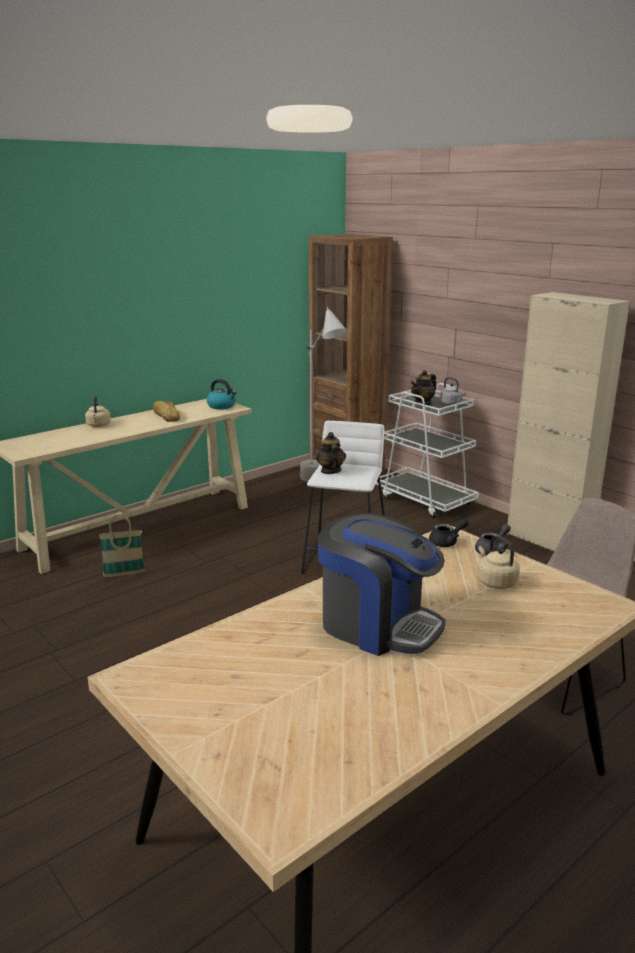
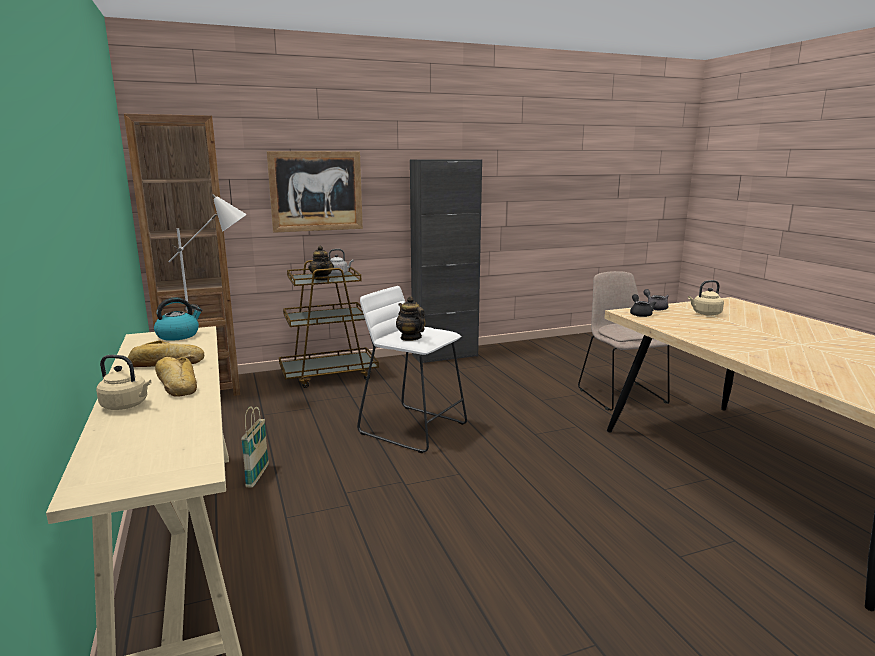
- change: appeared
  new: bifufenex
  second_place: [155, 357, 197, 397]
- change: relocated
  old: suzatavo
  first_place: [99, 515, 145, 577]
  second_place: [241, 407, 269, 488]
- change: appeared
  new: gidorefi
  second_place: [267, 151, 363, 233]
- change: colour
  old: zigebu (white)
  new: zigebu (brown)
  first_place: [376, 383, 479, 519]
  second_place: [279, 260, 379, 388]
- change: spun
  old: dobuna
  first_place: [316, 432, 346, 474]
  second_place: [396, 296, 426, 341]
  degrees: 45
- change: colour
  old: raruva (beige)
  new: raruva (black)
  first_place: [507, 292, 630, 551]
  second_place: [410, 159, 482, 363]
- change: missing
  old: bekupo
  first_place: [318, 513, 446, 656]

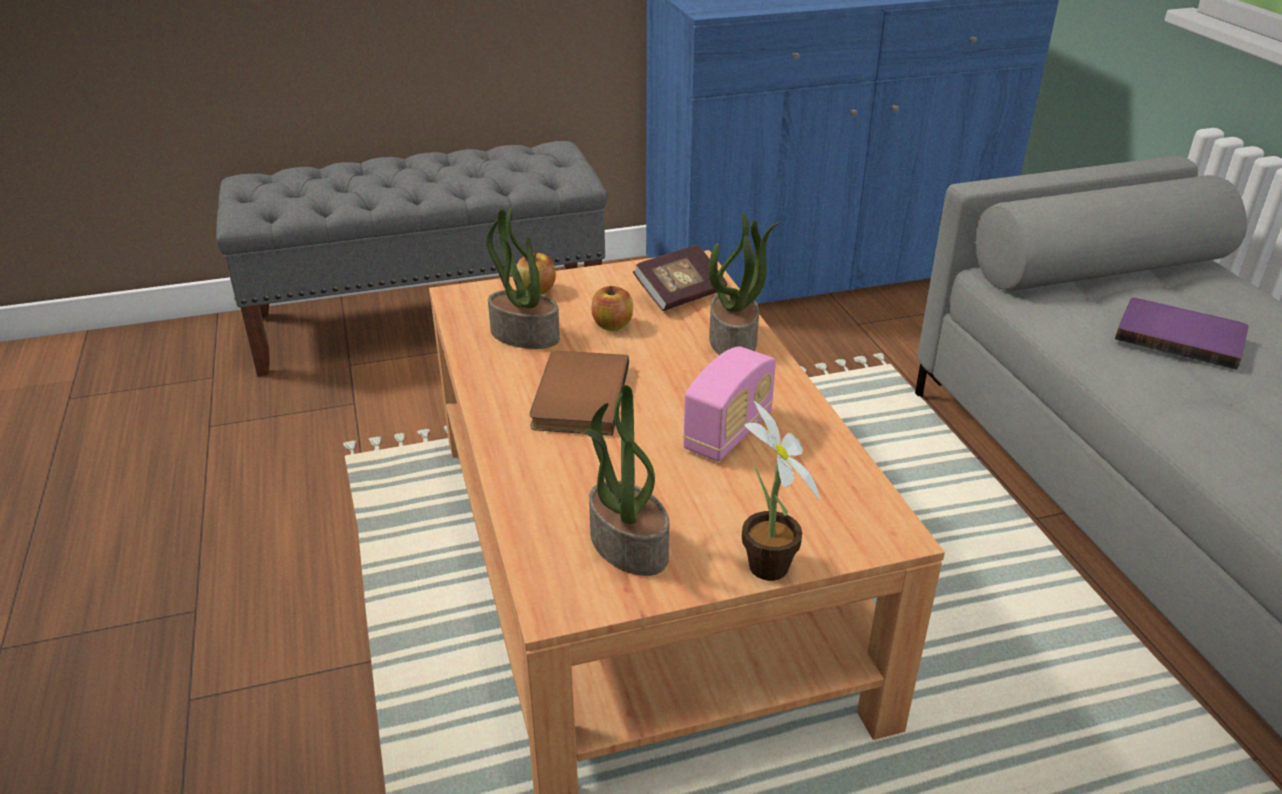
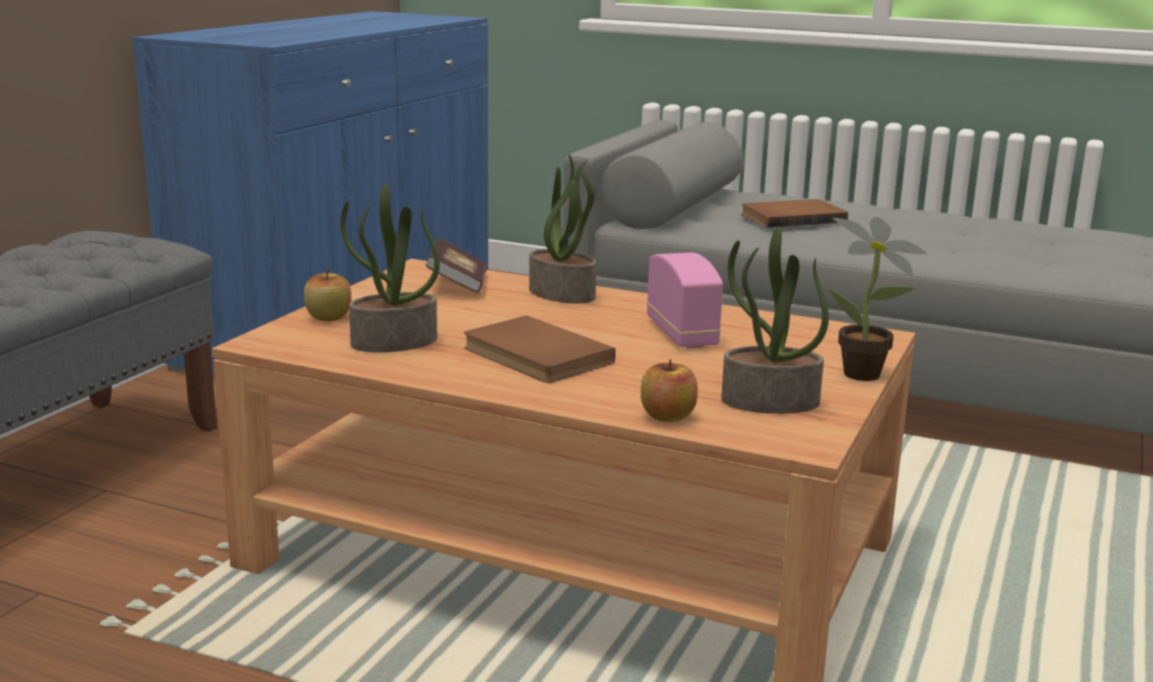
- change: relocated
  old: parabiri
  first_place: [592, 286, 633, 331]
  second_place: [641, 359, 698, 422]
- change: colour
  old: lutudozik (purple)
  new: lutudozik (brown)
  first_place: [1115, 298, 1249, 370]
  second_place: [741, 199, 848, 228]

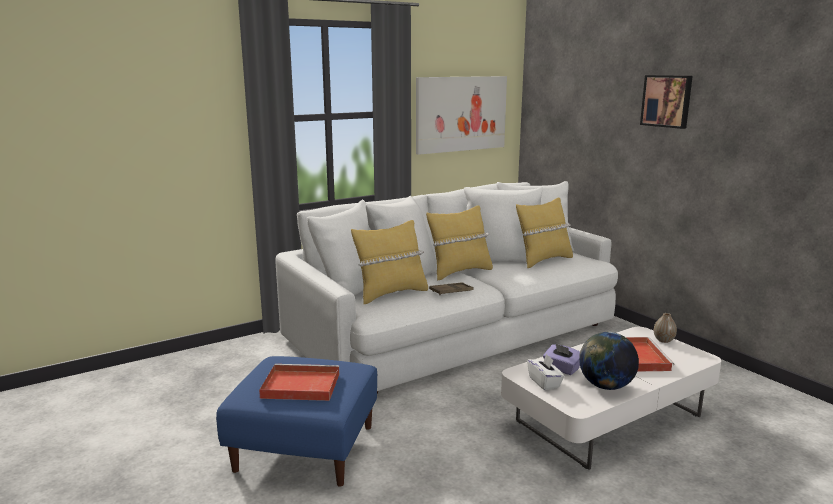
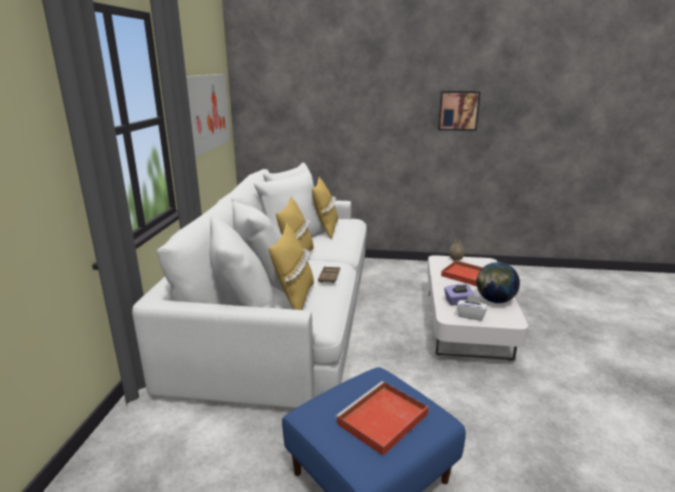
- change: relocated
  old: gidorefi
  first_place: [640, 75, 693, 129]
  second_place: [438, 91, 481, 131]

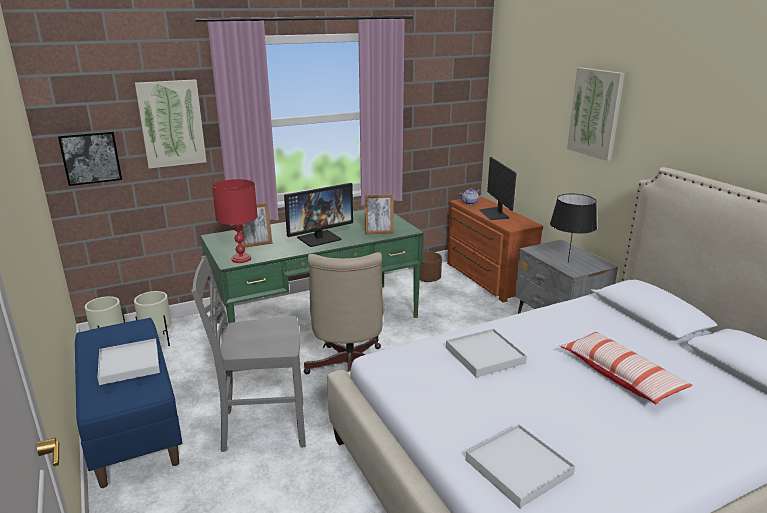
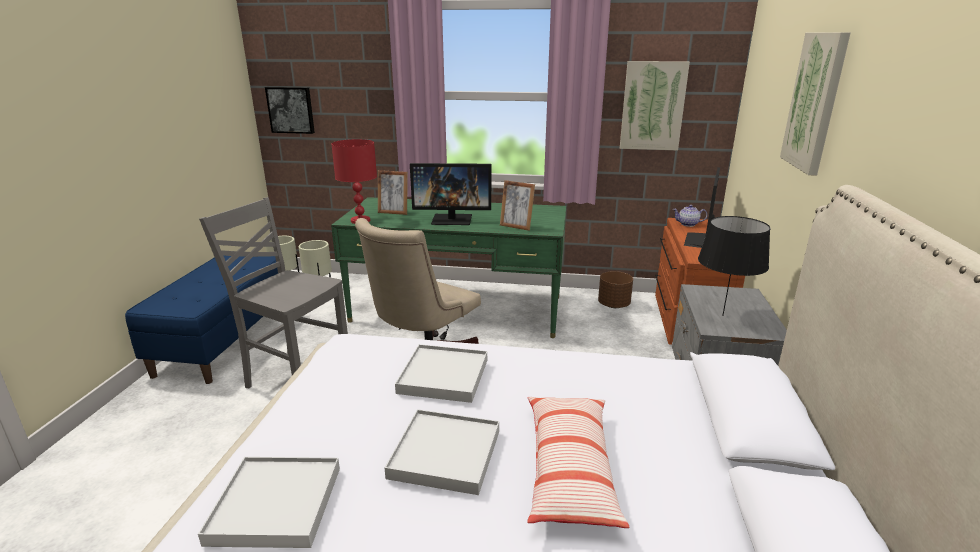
- change: relocated
  old: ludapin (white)
  first_place: [98, 338, 160, 385]
  second_place: [384, 409, 499, 495]
- change: relocated
  old: gidorefi
  first_place: [135, 79, 206, 169]
  second_place: [620, 61, 690, 150]

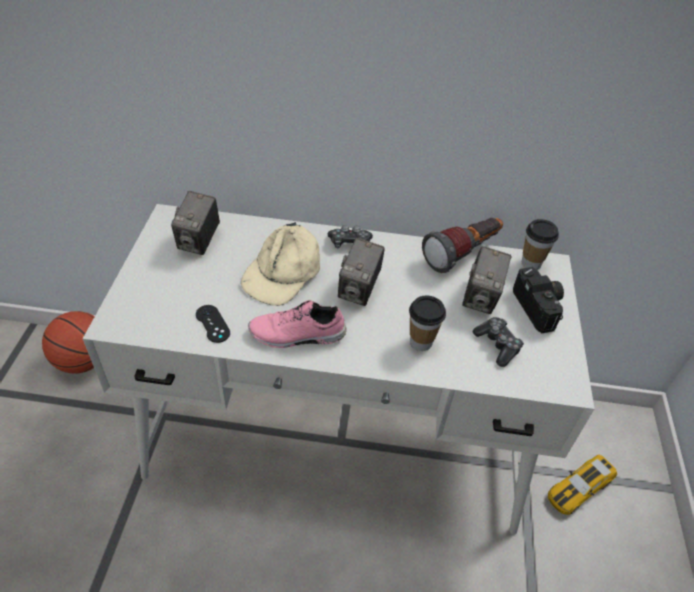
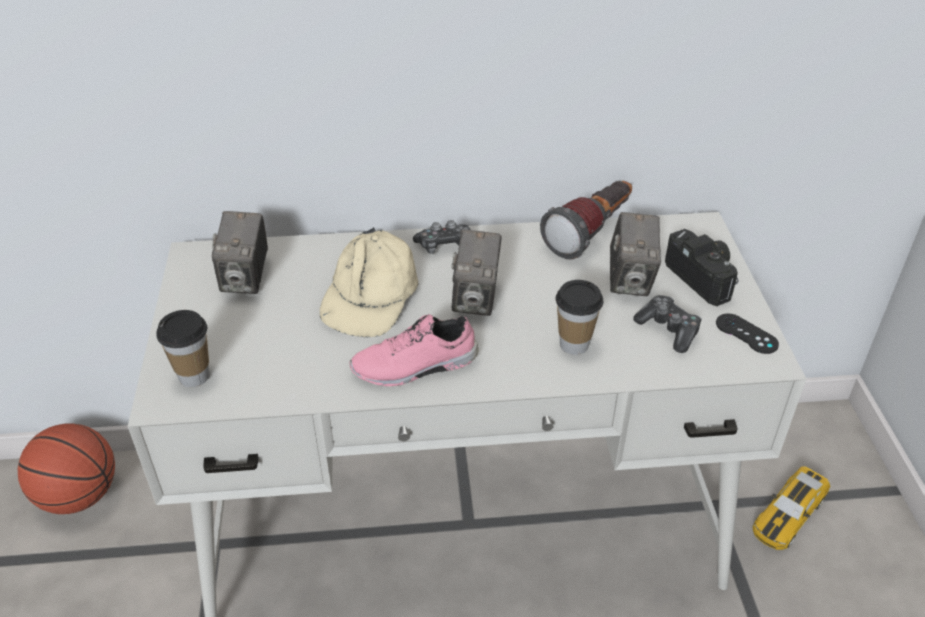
- change: relocated
  old: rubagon
  first_place: [522, 219, 559, 270]
  second_place: [156, 310, 210, 387]
- change: relocated
  old: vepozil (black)
  first_place: [196, 305, 230, 343]
  second_place: [716, 313, 779, 354]

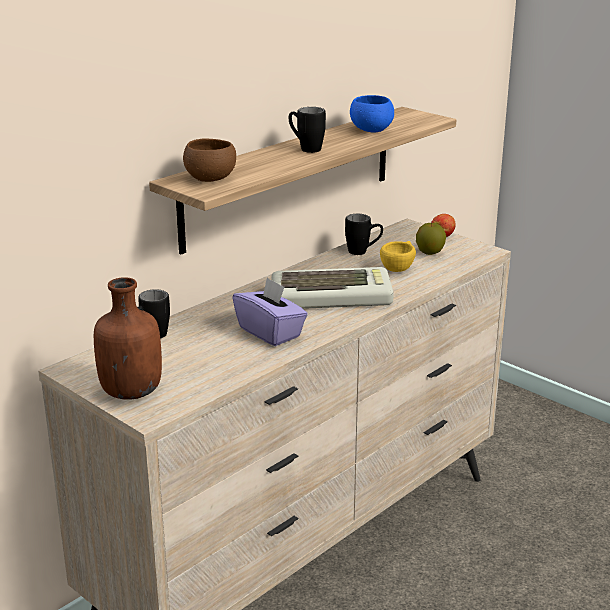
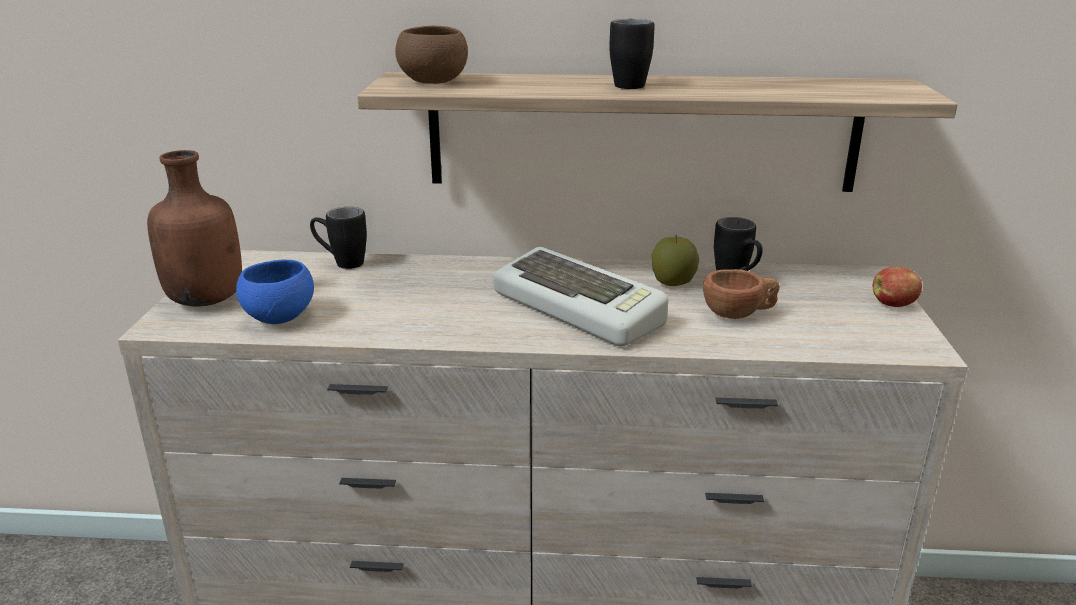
- change: relocated
  old: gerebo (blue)
  first_place: [350, 95, 394, 133]
  second_place: [236, 259, 314, 324]
- change: relocated
  old: parabiri
  first_place: [416, 222, 446, 255]
  second_place: [652, 234, 699, 286]
- change: colour
  old: rubagon (yellow)
  new: rubagon (brown)
  first_place: [380, 241, 416, 272]
  second_place: [703, 269, 780, 319]
- change: missing
  old: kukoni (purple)
  first_place: [232, 277, 308, 346]

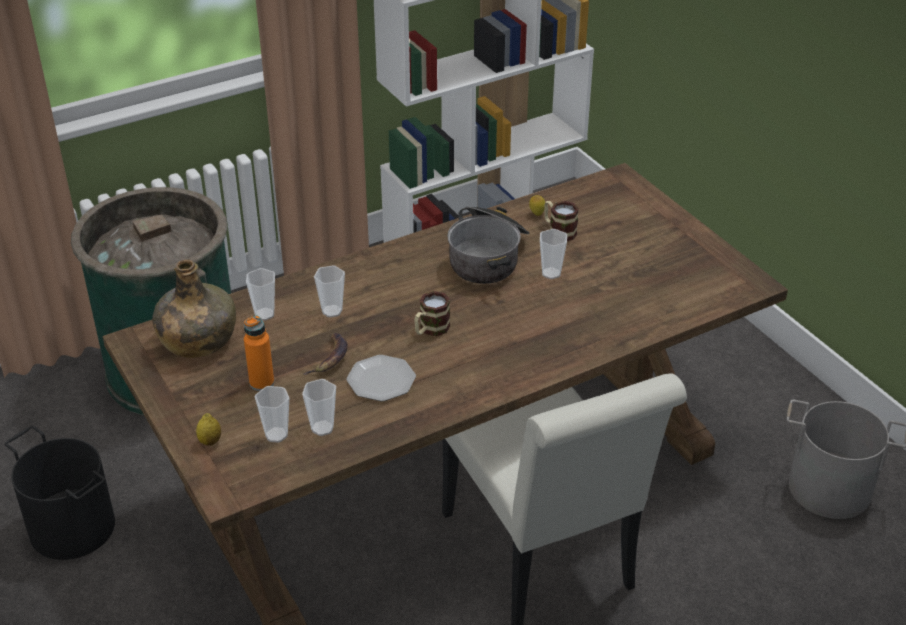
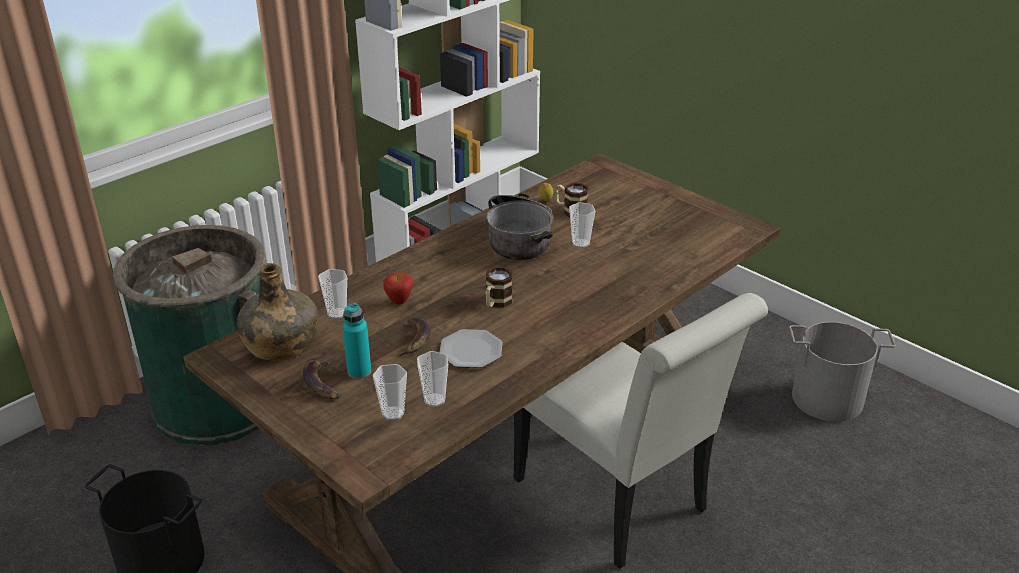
- change: appeared
  new: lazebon
  second_place: [303, 360, 340, 399]
- change: colour
  old: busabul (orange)
  new: busabul (turquoise)
  first_place: [244, 315, 274, 391]
  second_place: [342, 303, 371, 379]
- change: exchanged
  old: rubagon
  new: parabiri
  first_place: [314, 265, 345, 318]
  second_place: [383, 272, 413, 305]
- change: missing
  old: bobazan
  first_place: [196, 413, 221, 446]

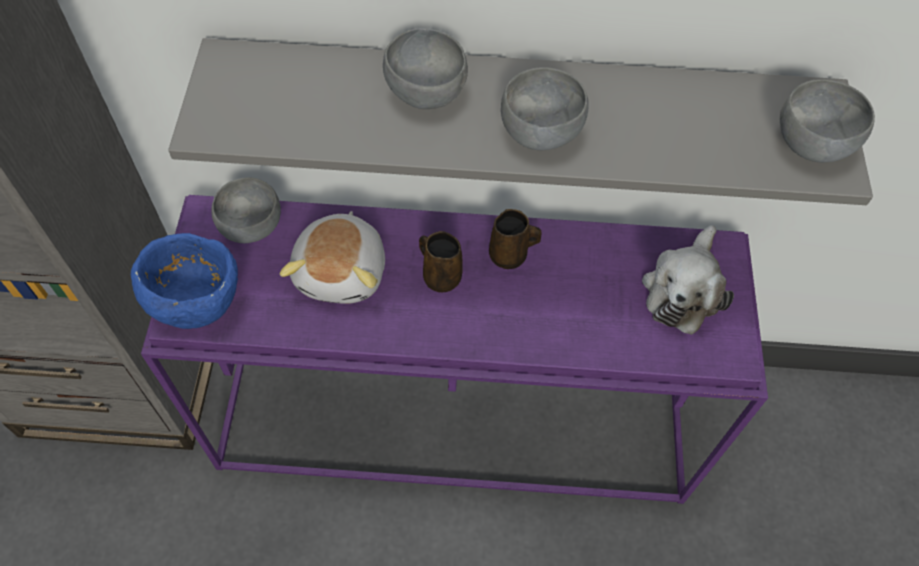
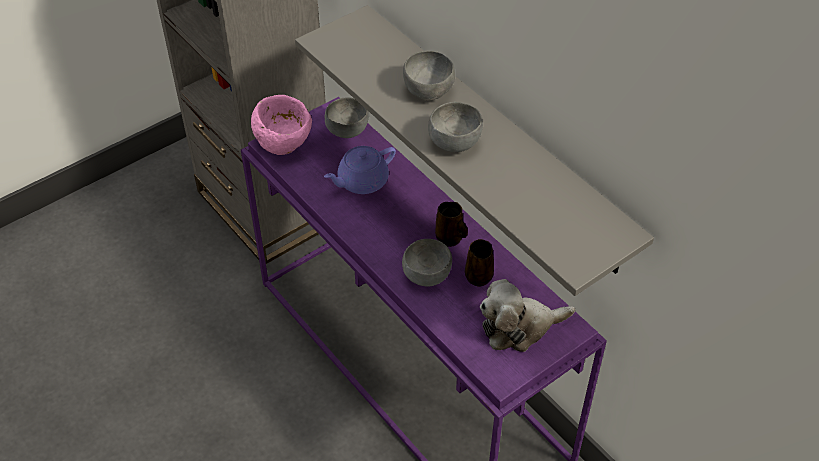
- change: colour
  old: gerebo (blue)
  new: gerebo (pink)
  first_place: [131, 233, 238, 329]
  second_place: [251, 95, 312, 155]
- change: exchanged
  old: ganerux
  new: dobuna (purple)
  first_place: [280, 211, 385, 304]
  second_place: [324, 146, 396, 194]
- change: relocated
  old: gerebo (grey)
  first_place: [780, 79, 875, 162]
  second_place: [402, 239, 452, 286]
- change: relocated
  old: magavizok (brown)
  first_place: [419, 231, 463, 293]
  second_place: [465, 239, 494, 287]

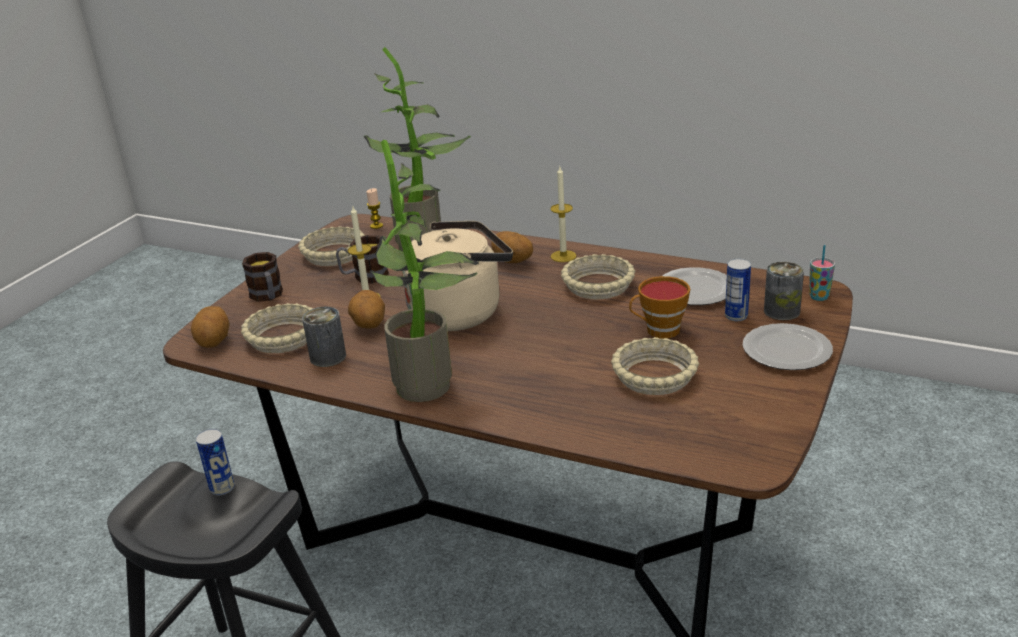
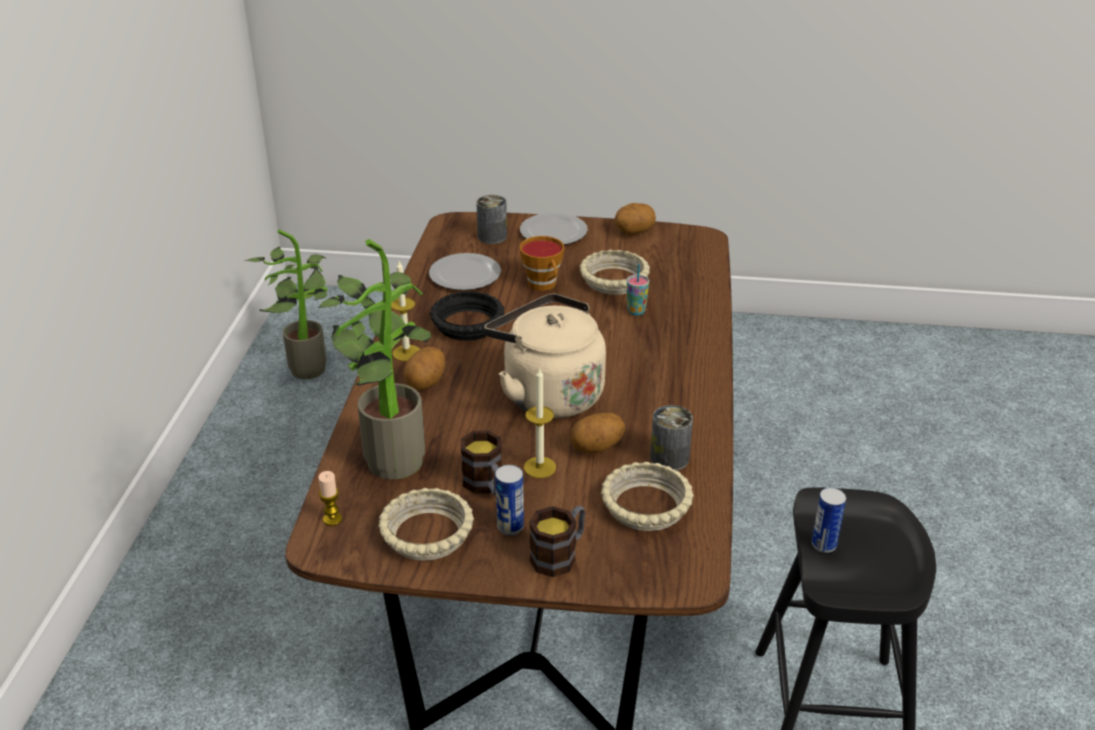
- change: relocated
  old: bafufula
  first_place: [369, 140, 479, 402]
  second_place: [244, 229, 328, 379]
- change: colour
  old: gerebo (beige)
  new: gerebo (black)
  first_place: [561, 254, 635, 299]
  second_place: [430, 291, 505, 341]
- change: relocated
  old: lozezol
  first_place: [725, 259, 751, 321]
  second_place: [495, 465, 524, 535]
- change: relocated
  old: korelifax
  first_place: [191, 306, 230, 348]
  second_place: [614, 203, 656, 235]
- change: relocated
  old: rubagon
  first_place: [809, 245, 835, 301]
  second_place: [627, 264, 649, 315]

